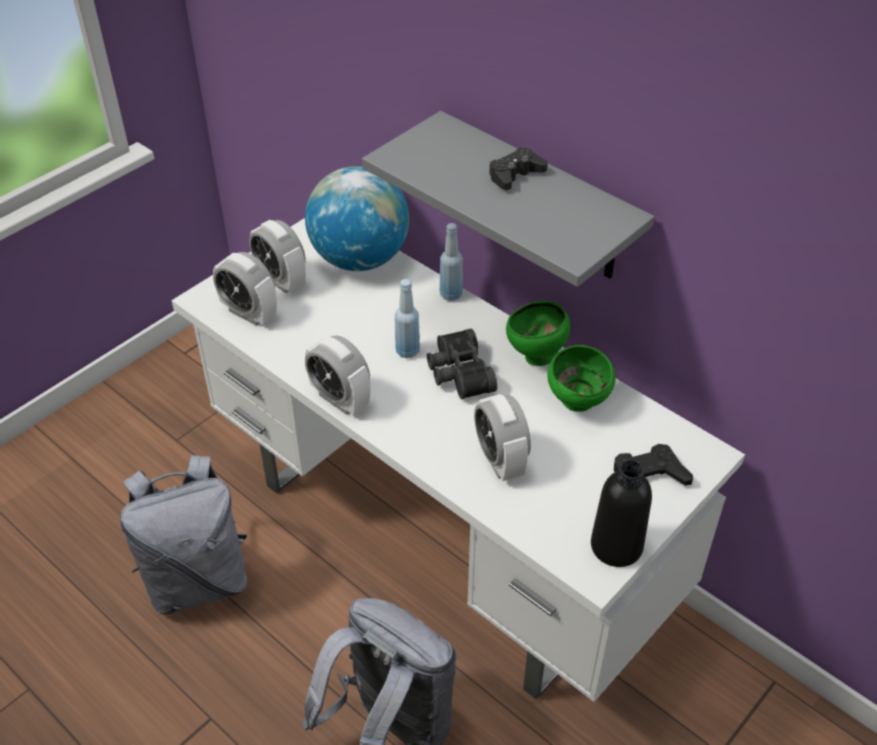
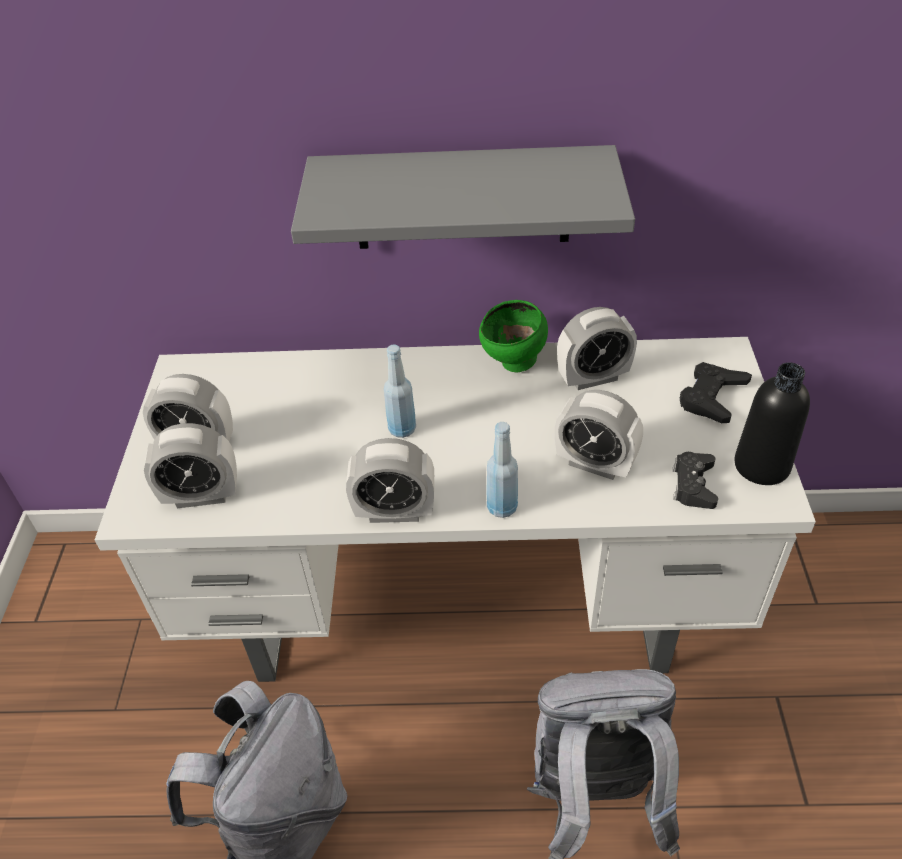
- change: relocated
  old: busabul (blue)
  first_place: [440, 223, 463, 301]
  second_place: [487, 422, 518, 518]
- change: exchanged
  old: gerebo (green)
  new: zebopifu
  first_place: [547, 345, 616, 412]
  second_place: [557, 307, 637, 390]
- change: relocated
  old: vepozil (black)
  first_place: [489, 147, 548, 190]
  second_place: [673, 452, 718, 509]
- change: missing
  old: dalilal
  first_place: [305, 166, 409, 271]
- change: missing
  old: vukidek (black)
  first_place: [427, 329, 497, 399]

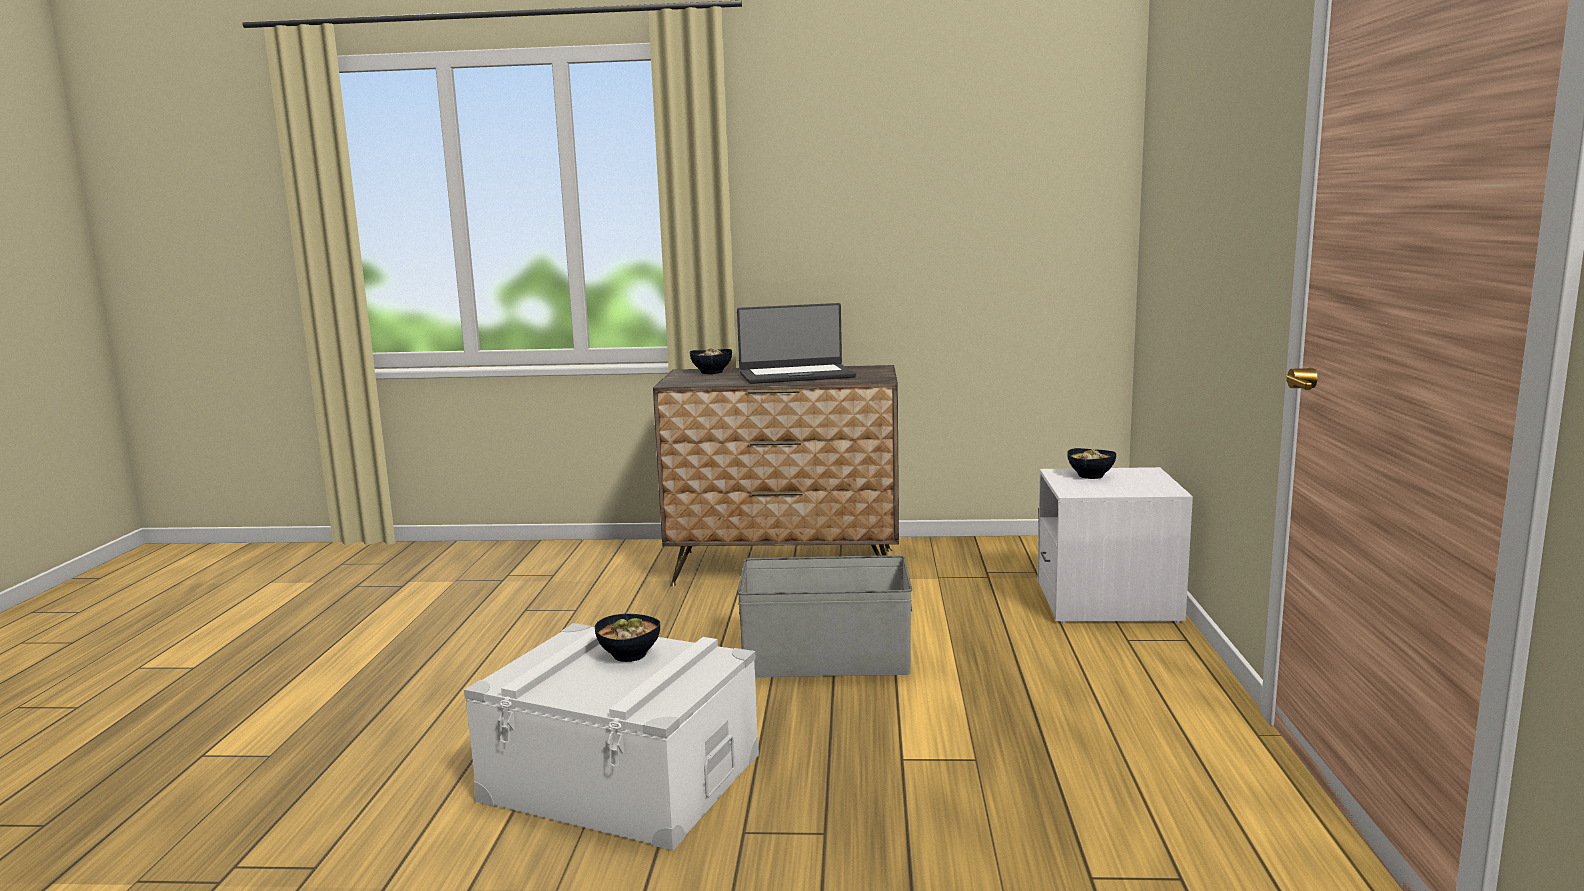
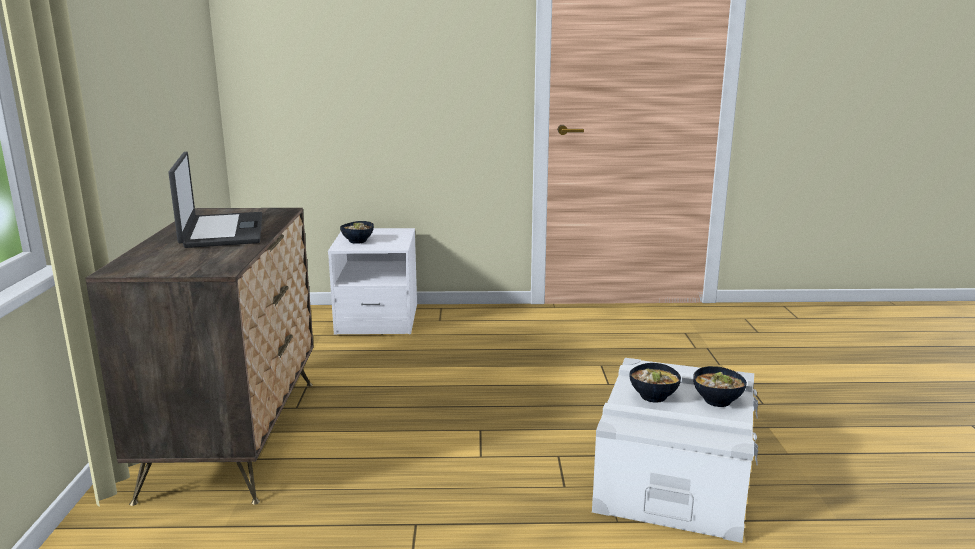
- change: relocated
  old: gerebo
  first_place: [690, 348, 732, 374]
  second_place: [693, 366, 747, 407]
- change: missing
  old: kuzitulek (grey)
  first_place: [737, 555, 912, 677]

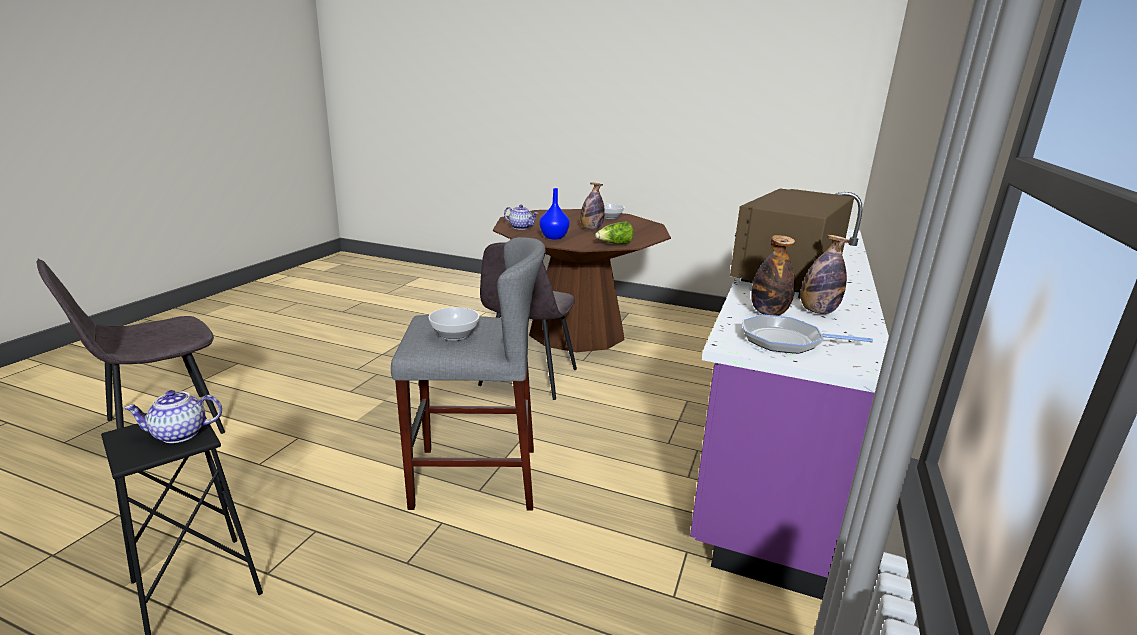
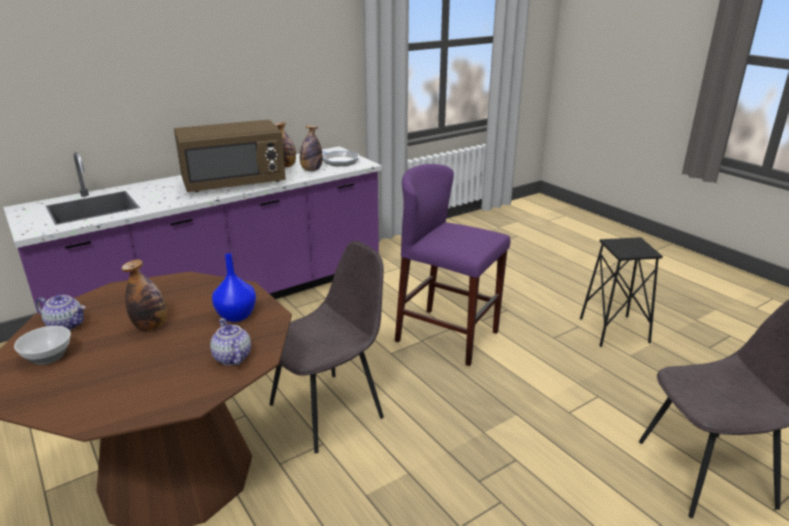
- change: relocated
  old: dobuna
  first_place: [124, 390, 222, 443]
  second_place: [36, 295, 86, 330]
- change: colour
  old: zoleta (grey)
  new: zoleta (purple)
  first_place: [391, 237, 546, 511]
  second_place: [395, 164, 510, 366]
- change: missing
  old: gerebo
  first_place: [428, 307, 480, 341]
- change: missing
  old: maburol
  first_place: [595, 222, 634, 244]

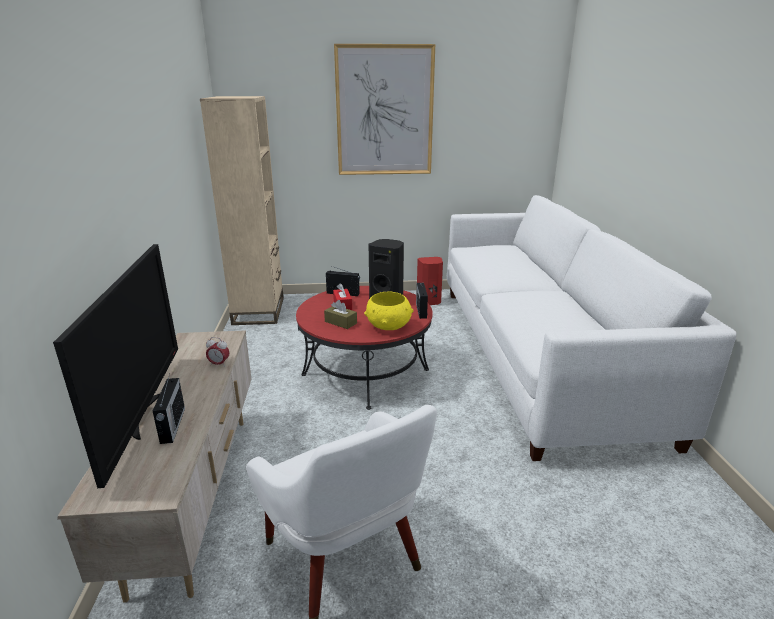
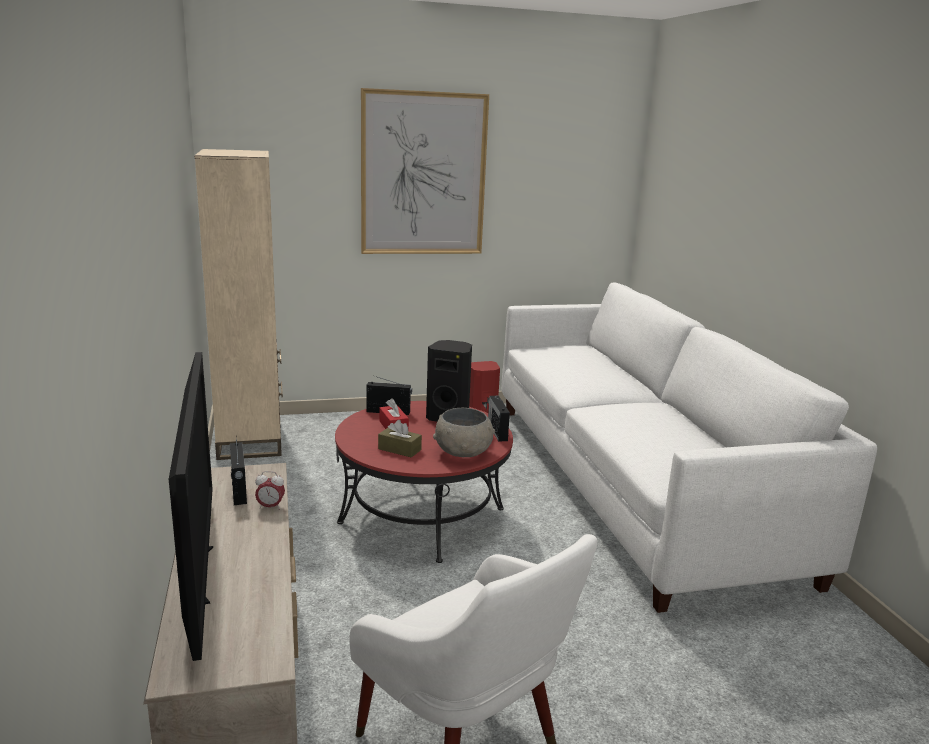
- change: relocated
  old: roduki
  first_place: [153, 373, 185, 444]
  second_place: [230, 438, 247, 505]
- change: colour
  old: gerebo (yellow)
  new: gerebo (grey)
  first_place: [364, 292, 414, 330]
  second_place: [433, 408, 495, 457]

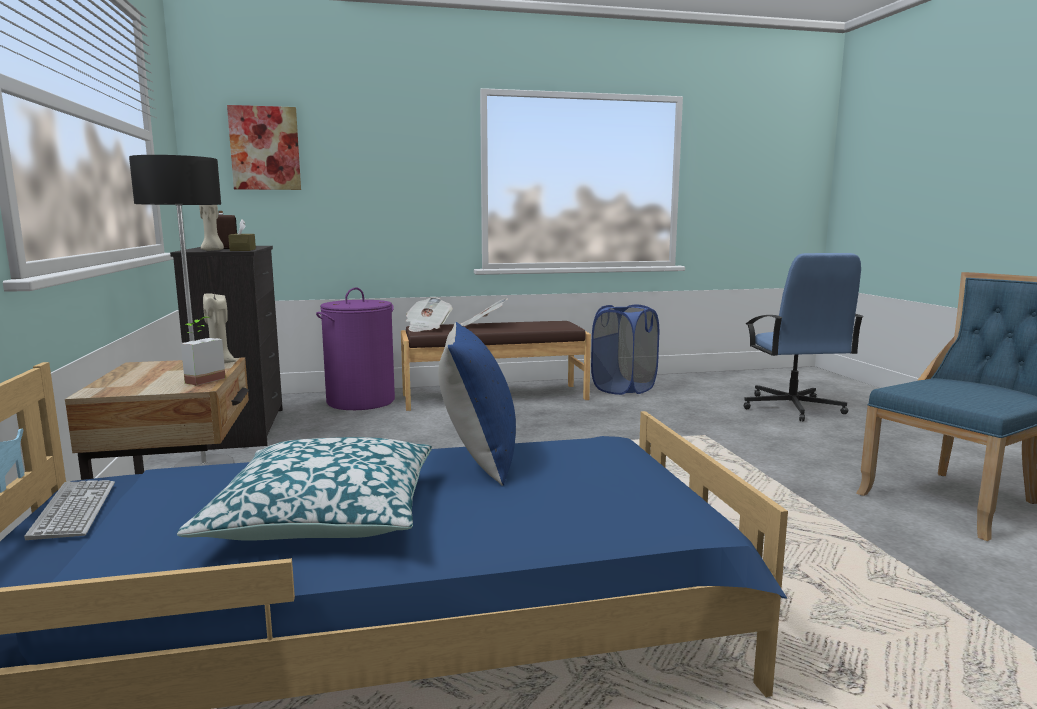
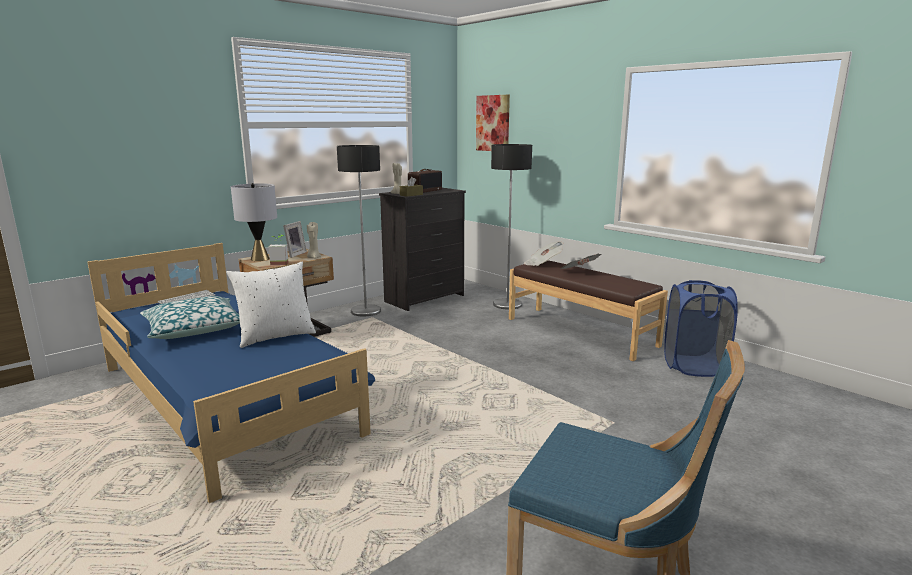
- change: colour
  old: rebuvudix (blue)
  new: rebuvudix (white)
  first_place: [438, 322, 516, 485]
  second_place: [226, 262, 316, 348]
- change: appeared
  new: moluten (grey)
  second_place: [231, 183, 277, 261]
- change: appeared
  new: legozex
  second_place: [283, 221, 307, 258]
- change: exchanged
  old: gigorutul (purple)
  new: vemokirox
  first_place: [316, 287, 395, 410]
  second_place: [491, 144, 532, 309]
- change: missing
  old: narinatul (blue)
  first_place: [744, 253, 864, 422]

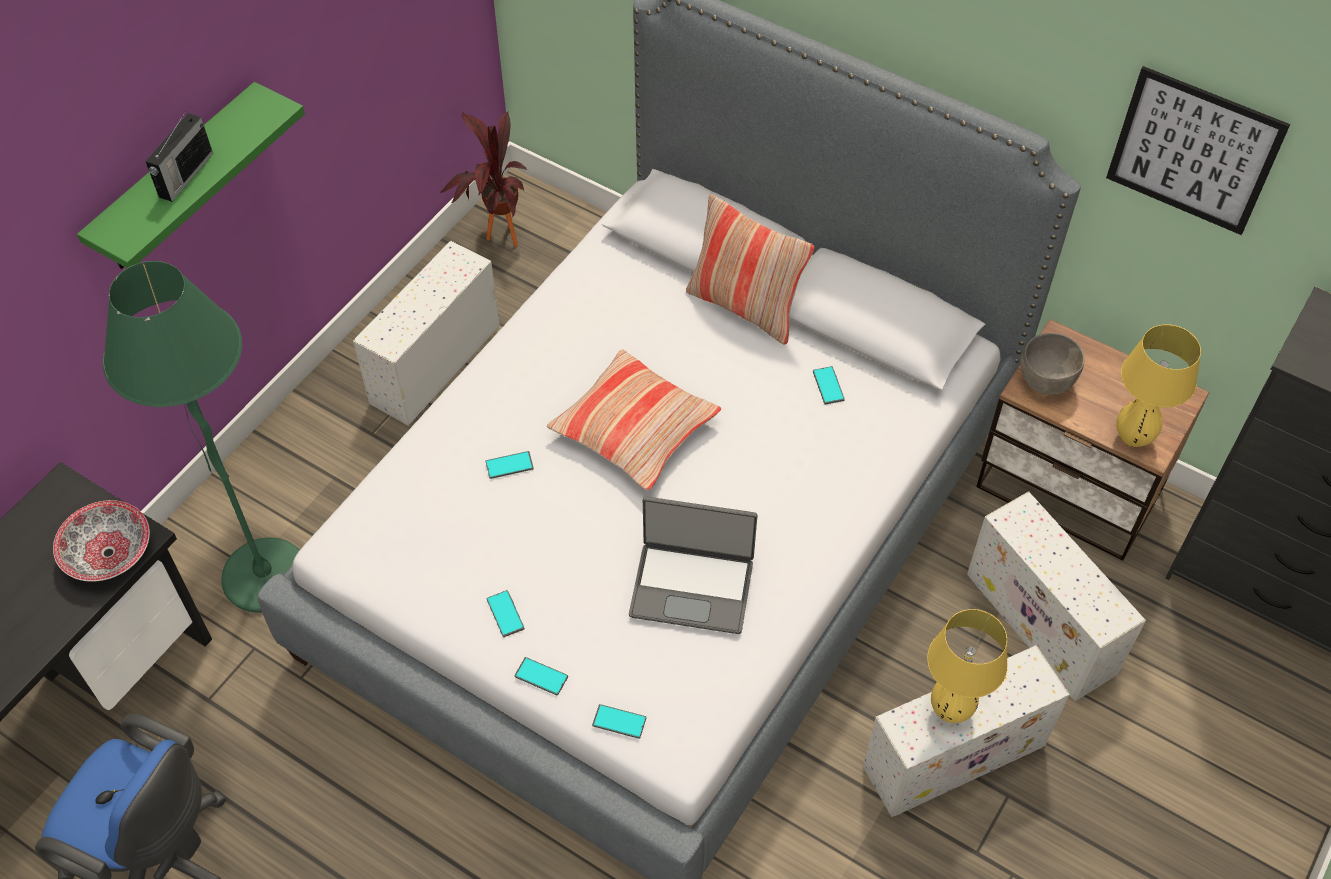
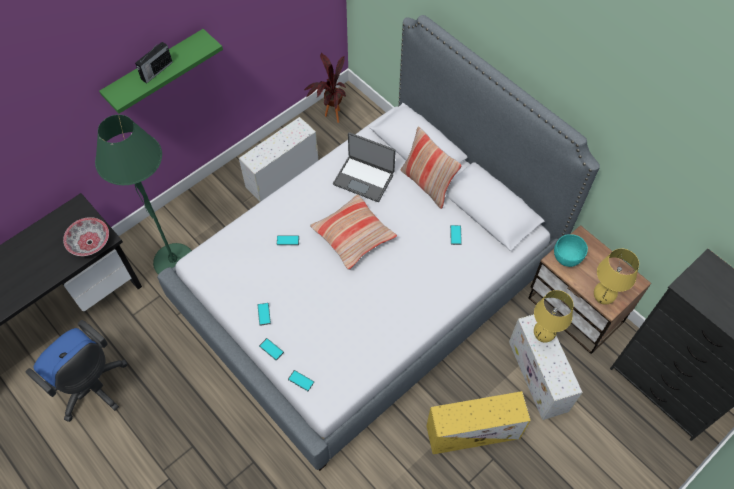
- change: relocated
  old: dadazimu
  first_place: [629, 496, 758, 634]
  second_place: [333, 132, 396, 202]
- change: colour
  old: kuzitulek (white)
  new: kuzitulek (yellow)
  first_place: [863, 645, 1069, 817]
  second_place: [427, 391, 531, 454]
- change: relocated
  old: moluten (yellow)
  first_place: [927, 609, 1008, 723]
  second_place: [534, 290, 574, 343]
- change: colour
  old: gerebo (grey)
  new: gerebo (turquoise)
  first_place: [1020, 333, 1084, 395]
  second_place: [554, 234, 588, 267]
- change: missing
  old: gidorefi
  first_place: [1106, 66, 1290, 235]

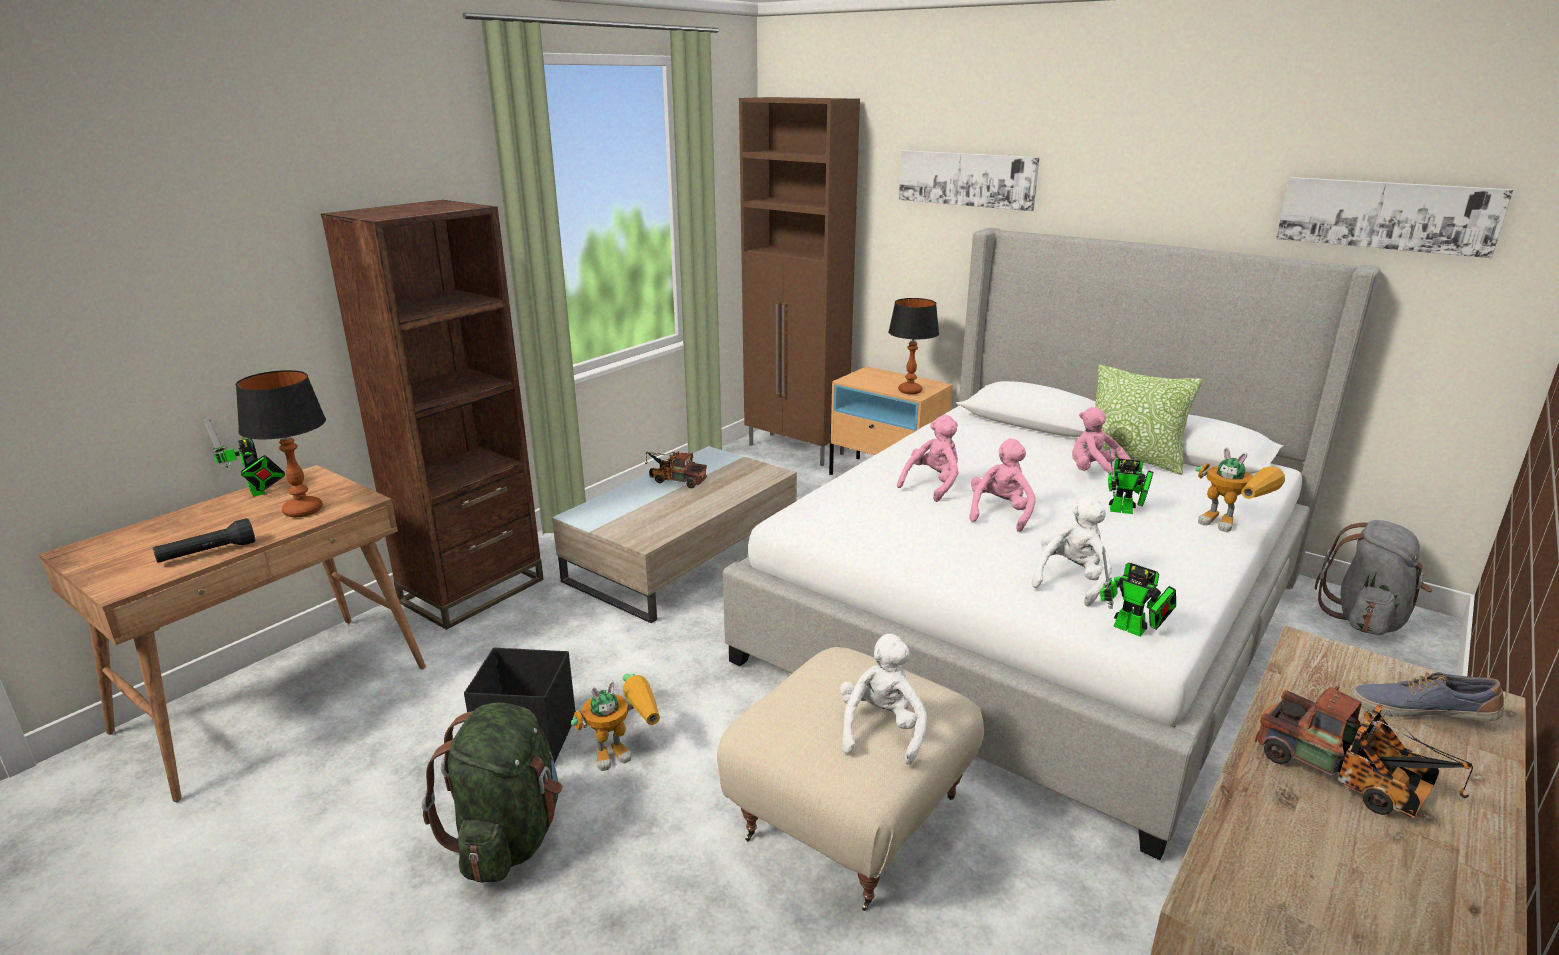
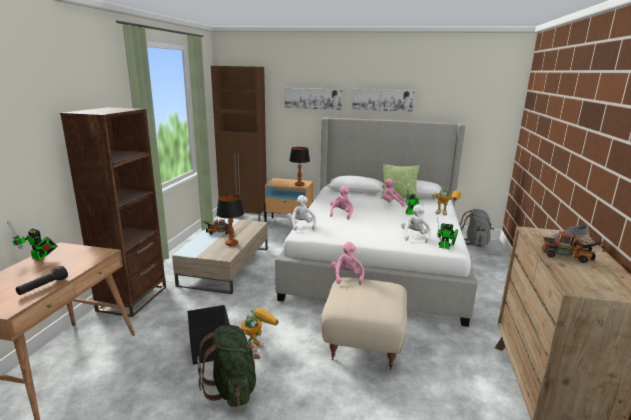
- change: relocated
  old: moluten
  first_place: [236, 370, 326, 517]
  second_place: [216, 195, 244, 246]
- change: relocated
  old: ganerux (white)
  first_place: [840, 634, 927, 765]
  second_place: [287, 195, 316, 231]
- change: relocated
  old: ganerux (pink)
  first_place: [969, 438, 1036, 532]
  second_place: [331, 242, 364, 285]
- change: relocated
  old: gidorefi
  first_place: [1276, 177, 1513, 258]
  second_place: [352, 89, 415, 112]

